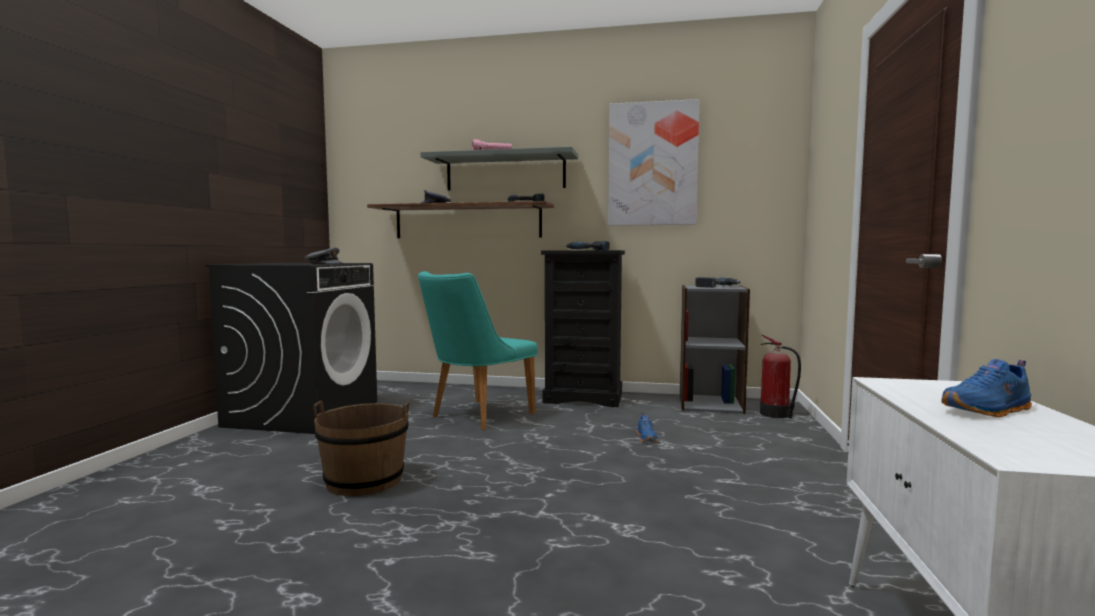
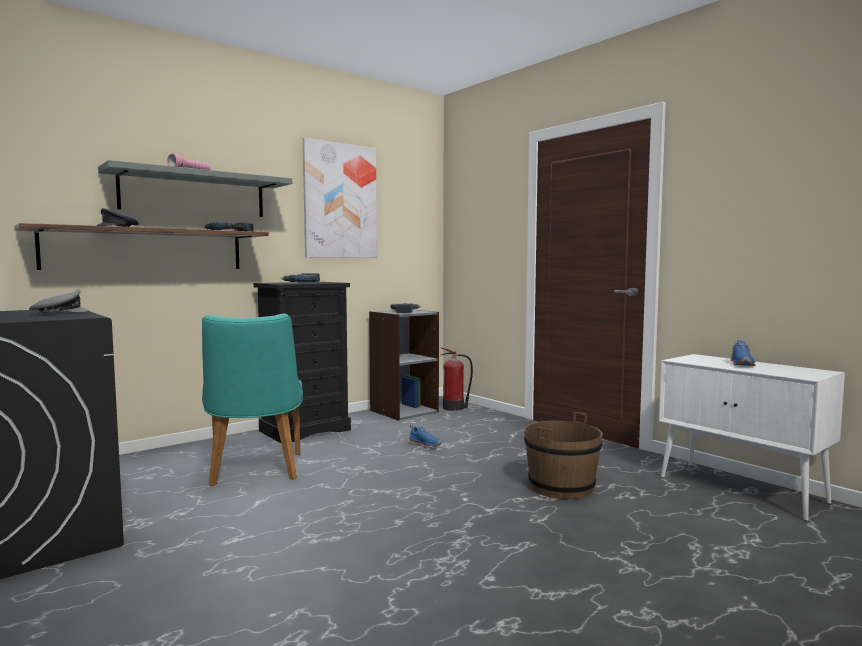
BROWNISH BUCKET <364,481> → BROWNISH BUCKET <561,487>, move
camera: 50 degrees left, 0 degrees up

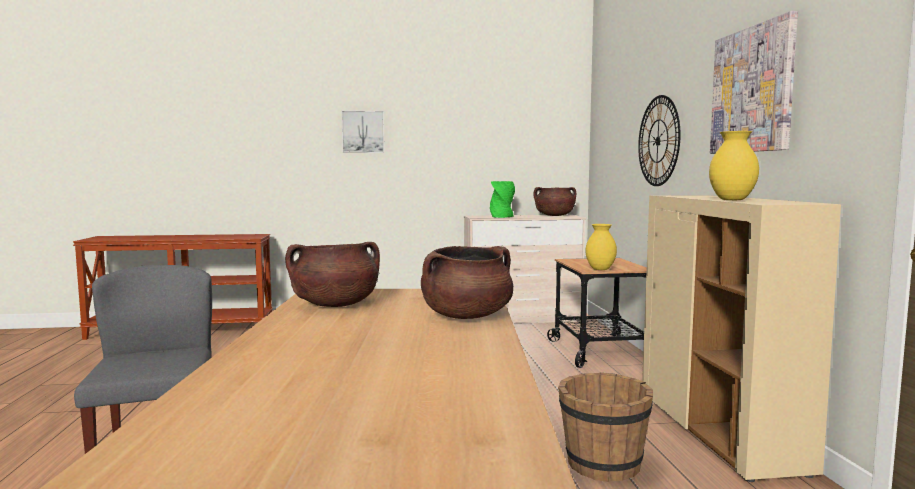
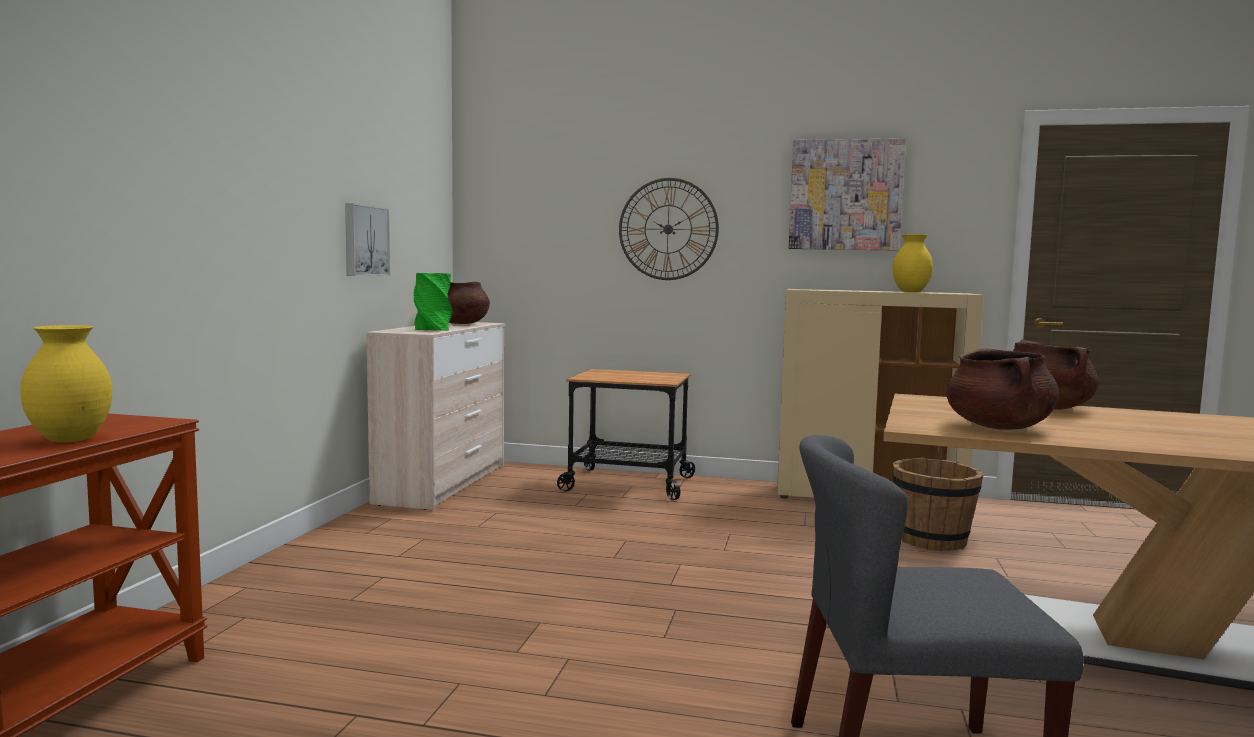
YELLOWISH DECORATIVE VASE <599,269> → YELLOWISH DECORATIVE VASE <69,440>, move
WALL PICTURE <363,132> → WALL PICTURE <364,241>, move
camera: 70 degrees left, 0 degrees up

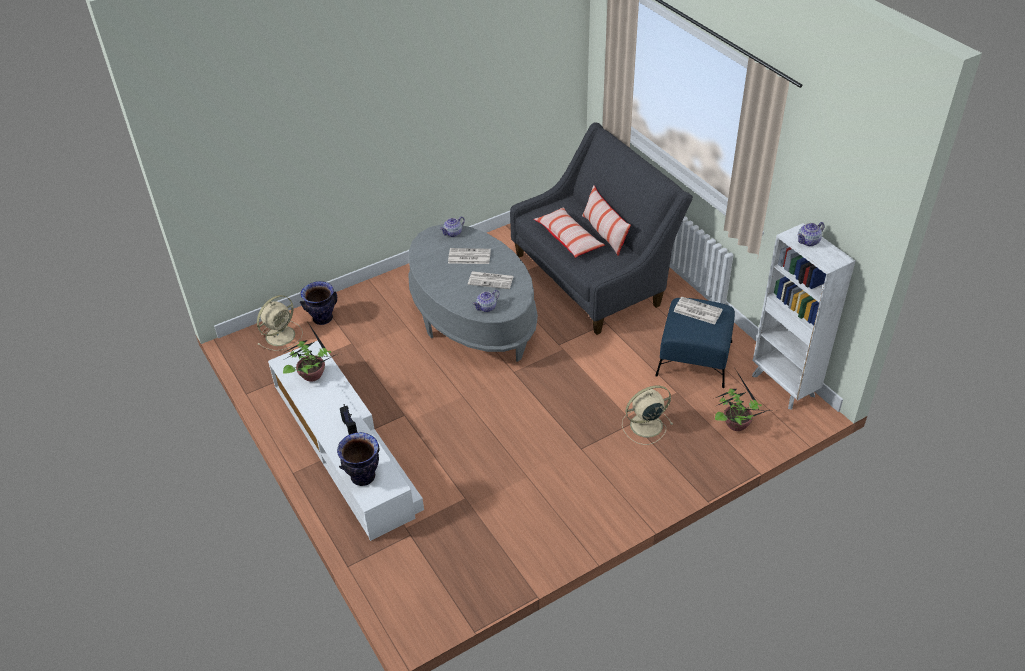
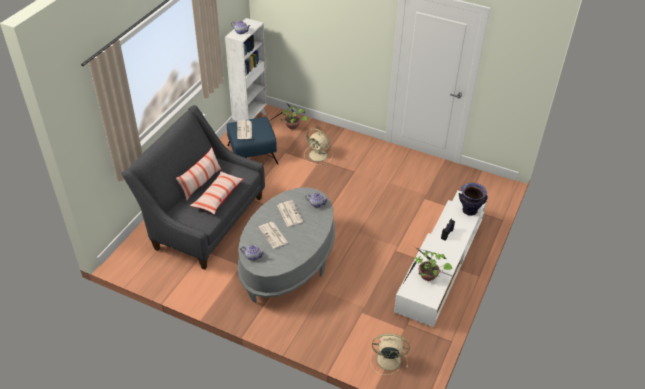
DECORATIVE VASE <322,318> → -
camera: 125 degrees left, 0 degrees up

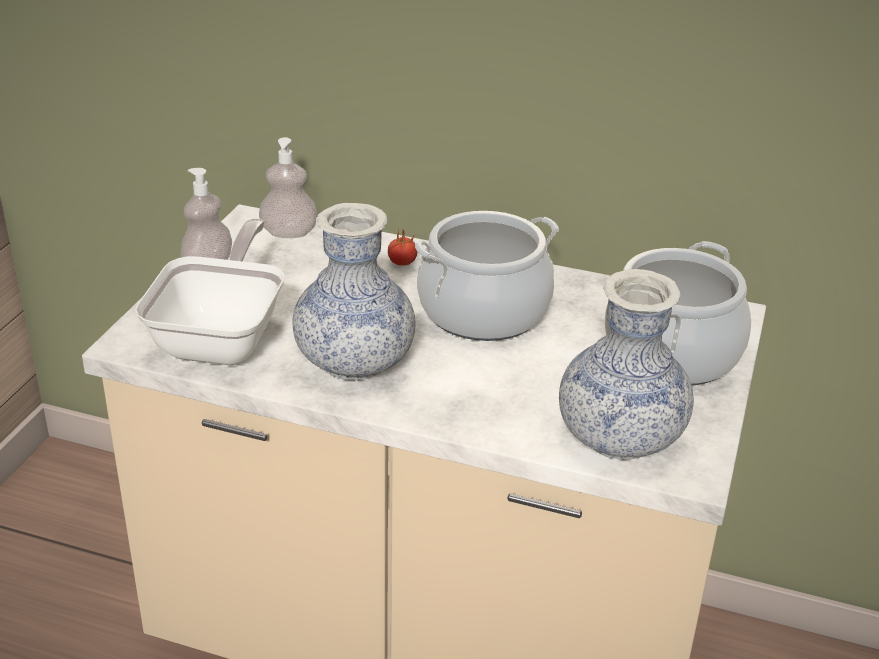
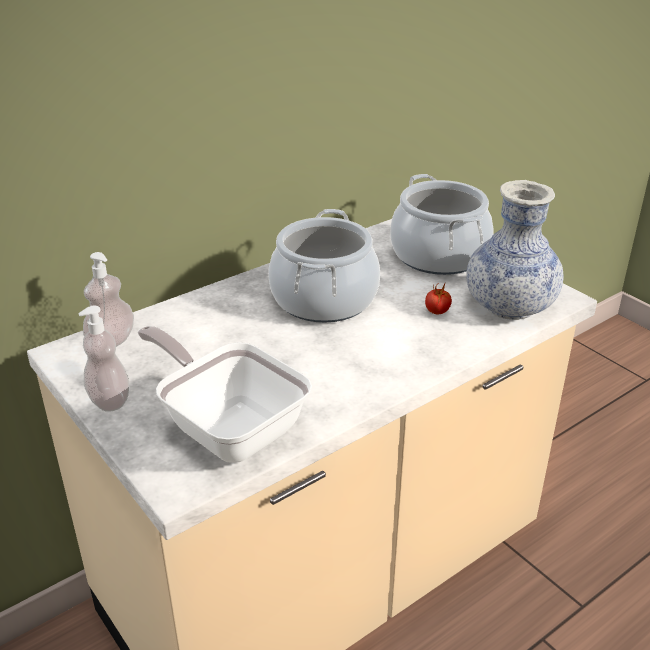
WHOLE TOMATO <402,263> → WHOLE TOMATO <437,312>, move
DECORATIVE VASE <354,362> → -
camera: 55 degrees left, 0 degrees up

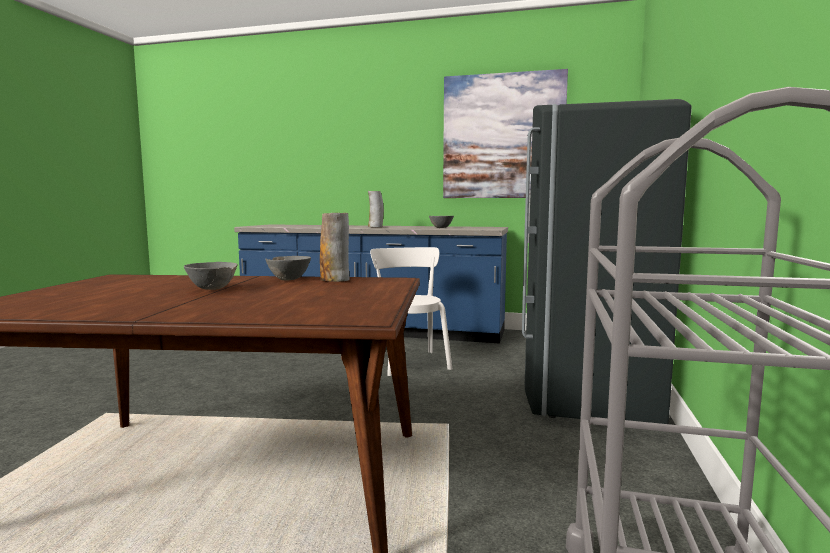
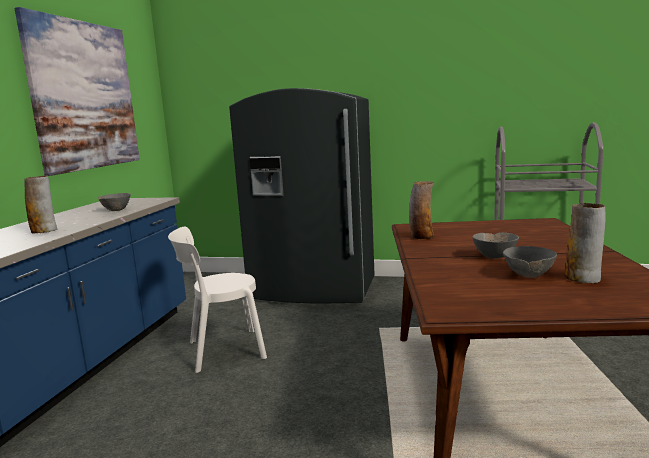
GRAY DEEP DISH <288,279> → GRAY DEEP DISH <528,276>, move
- → DECORATIVE VASE <583,278>
camera: 90 degrees left, 5 degrees up

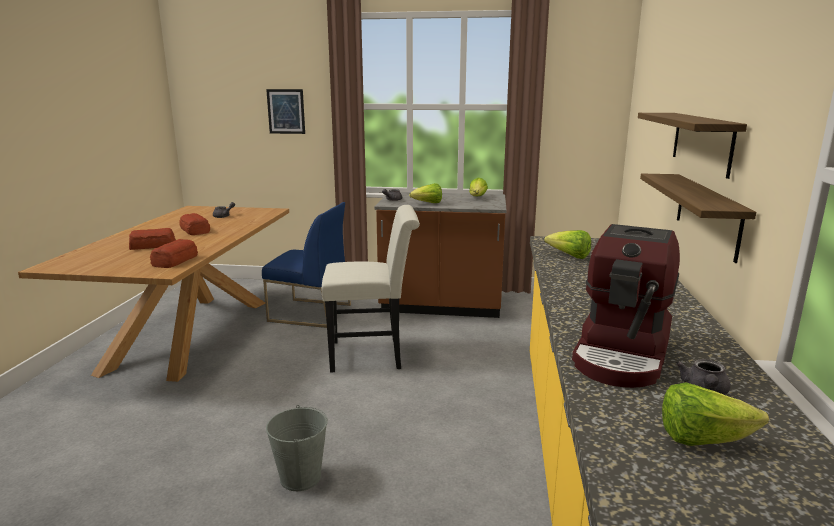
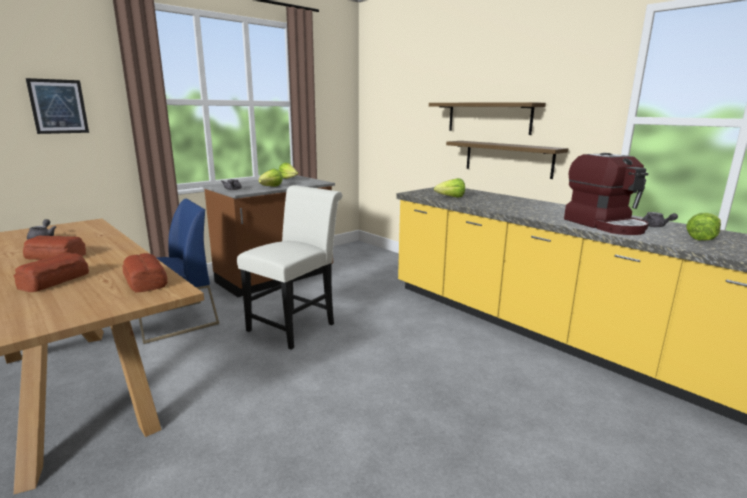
GRAY BUCKET <300,477> → -
camera: 50 degrees left, 0 degrees up

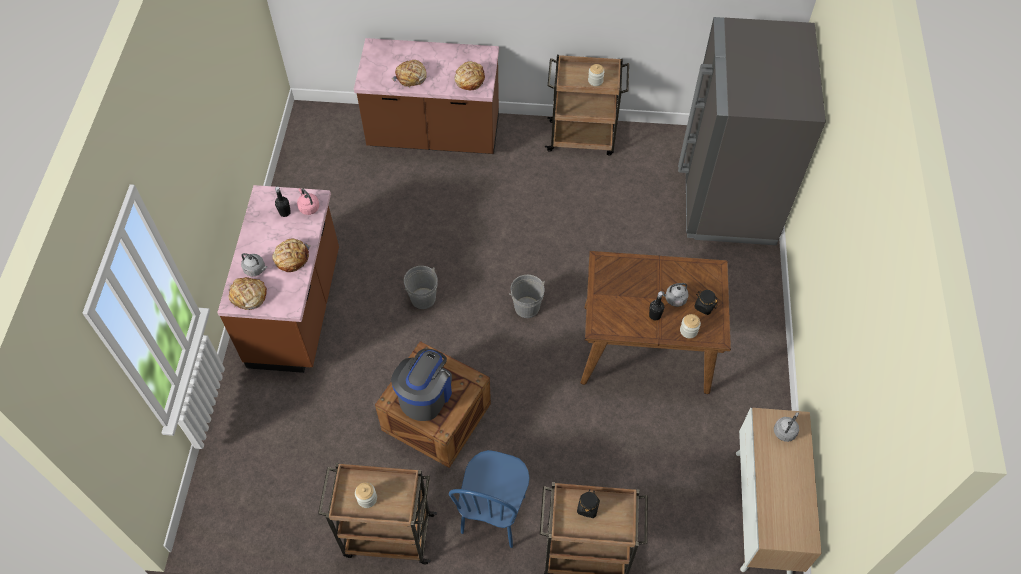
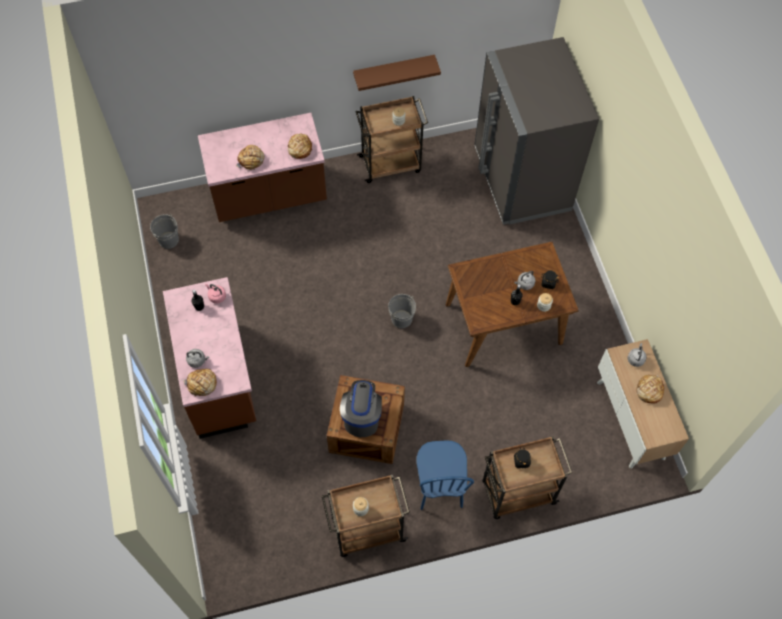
GRAY BUCKET <423,298> → GRAY BUCKET <169,240>, move
- → BROWNISH BRACKET SHELF <394,70>
BAKED BREAD <291,258> → BAKED BREAD <649,390>, move
camera: 20 degrees left, 5 degrees up

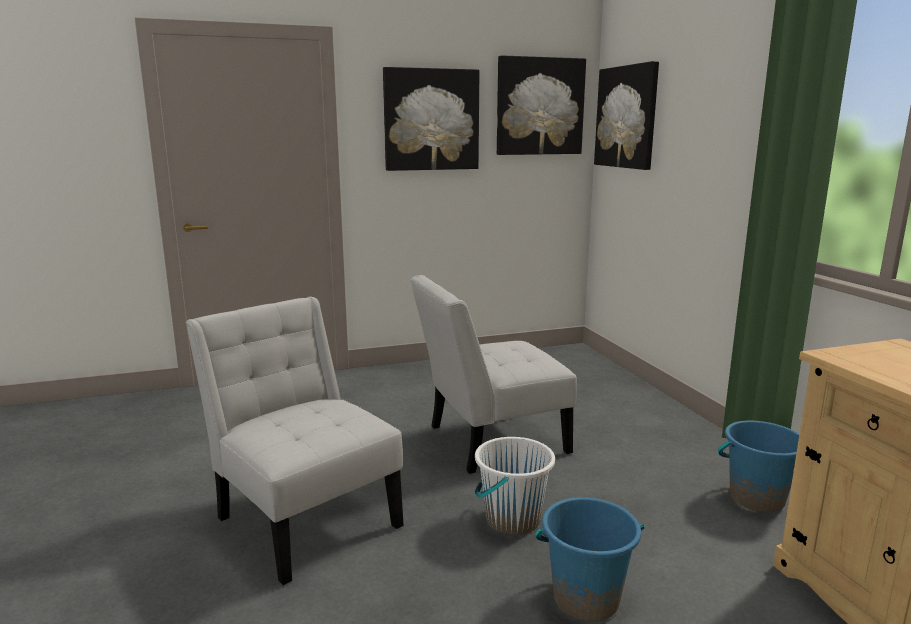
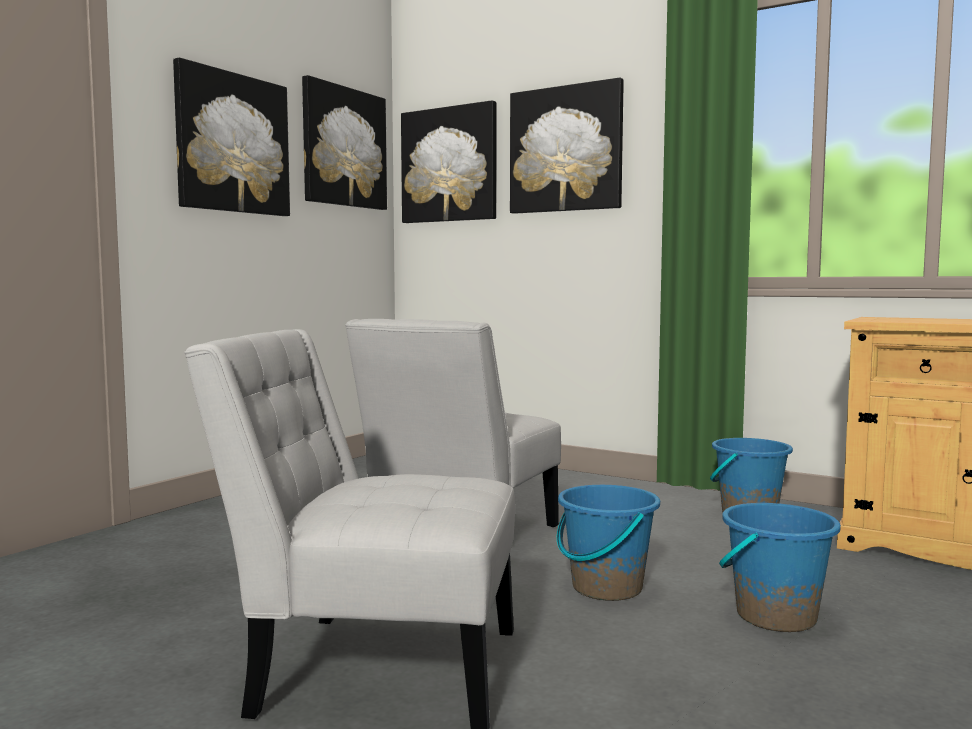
- → WALL PICTURE <566,149>
WHITE BUCKET <512,519> → BLUE BUCKET <606,588>
camera: 40 degrees left, 10 degrees down

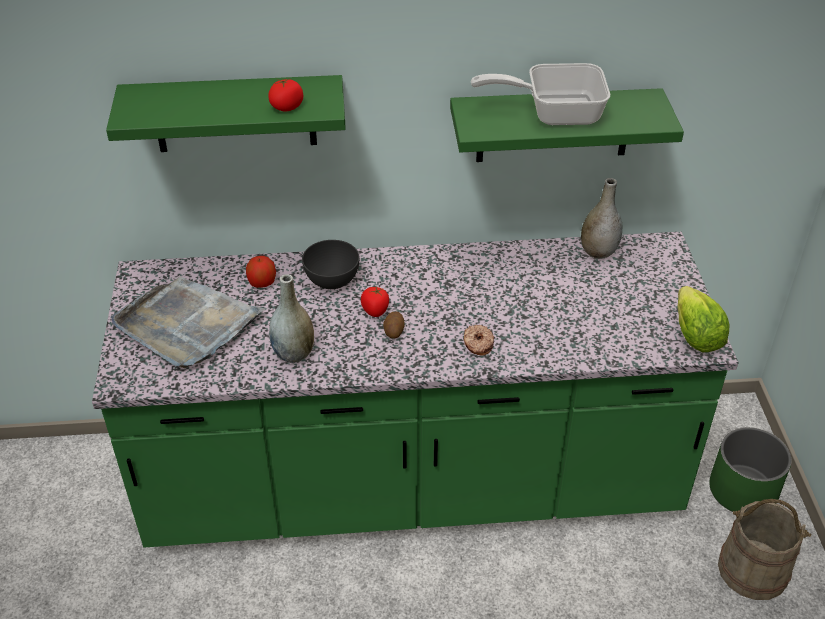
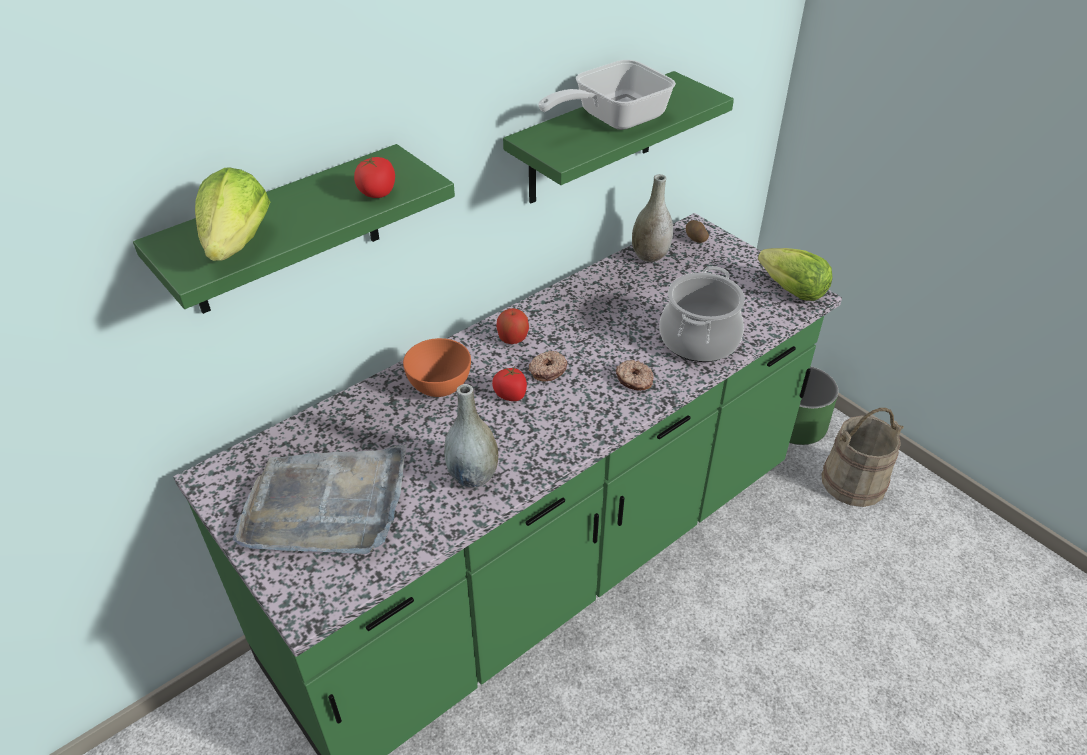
- → LETTUCE <238,244>
GRAY DEEP DISH <332,280> → ORANGE-COLOURED DEEP DISH <439,386>
APPLE FRUIT <262,283> → APPLE FRUIT <512,339>, move
- → RING DOUGHNUT <547,370>
- → STOCKPOT <698,339>
POTATO <393,331> → POTATO <695,238>, move
camera: 35 degrees left, 0 degrees up

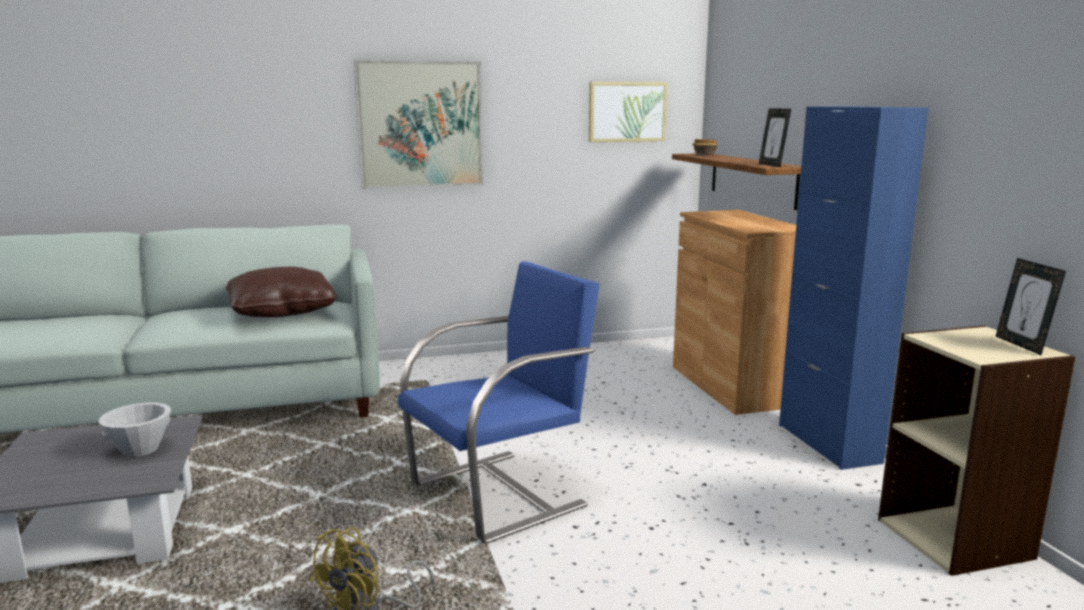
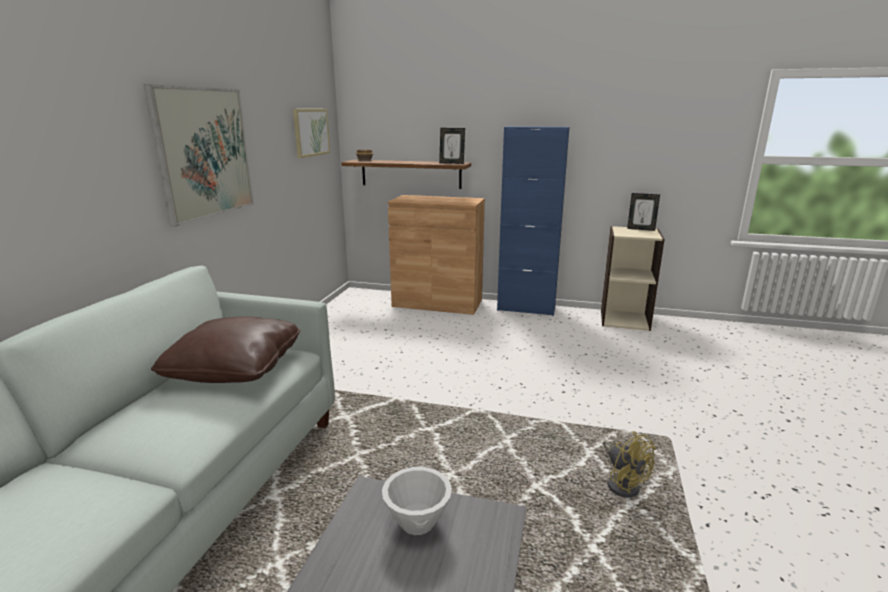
BLUE ARMCHAIR <499,493> → -
camera: 60 degrees left, 5 degrees up

